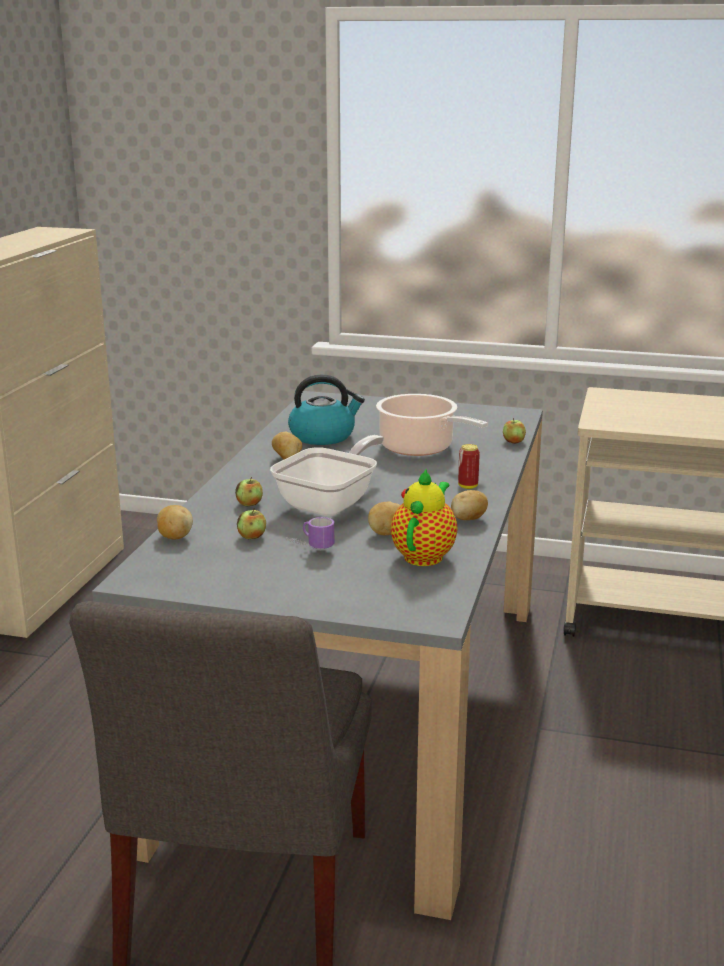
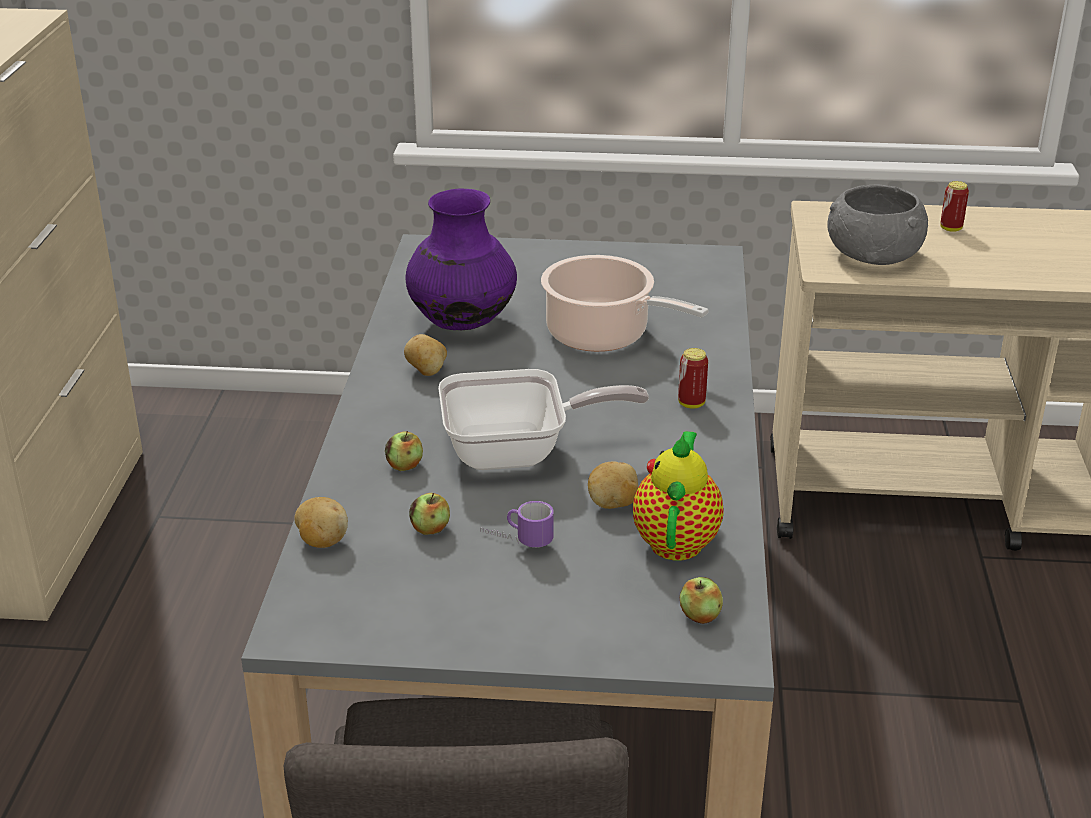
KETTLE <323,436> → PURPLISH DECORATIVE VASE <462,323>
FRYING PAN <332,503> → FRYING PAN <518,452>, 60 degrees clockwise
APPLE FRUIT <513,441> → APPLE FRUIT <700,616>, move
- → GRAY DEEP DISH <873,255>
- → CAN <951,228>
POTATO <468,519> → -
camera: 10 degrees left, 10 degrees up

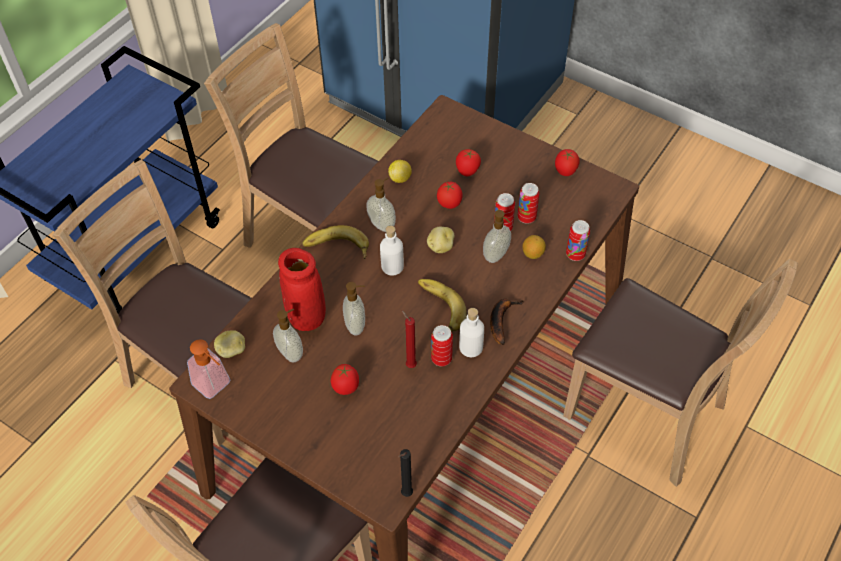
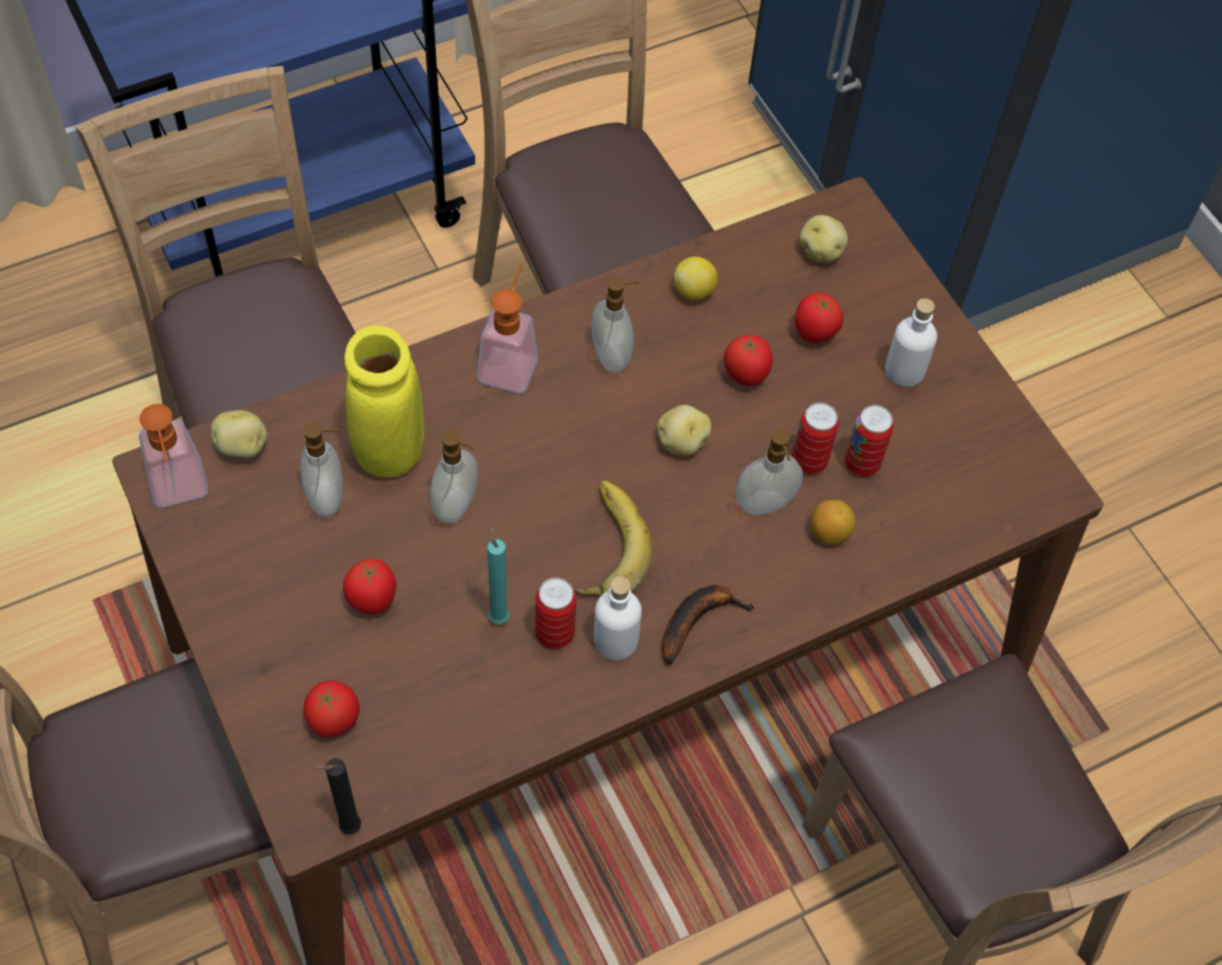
WHOLE TOMATO <565,172> → WHOLE TOMATO <334,721>, move
RED-COLOURED DECORATIVE VASE <306,316> → YELLOWISH DECORATIVE VASE <390,449>
WHOLE BANANA <336,249> → LIQUID SOAP BOTTLE <511,361>
RED-COLOURED WAX LIGHT <409,364> → TURQUOISE-COLOURED WAX LIGHT <497,616>
- → POTATO <821,251>
WHITE BOTTLE <392,266> → WHITE BOTTLE <904,370>, move
CAN <575,254> → -
camera: 25 degrees right, 5 degrees up

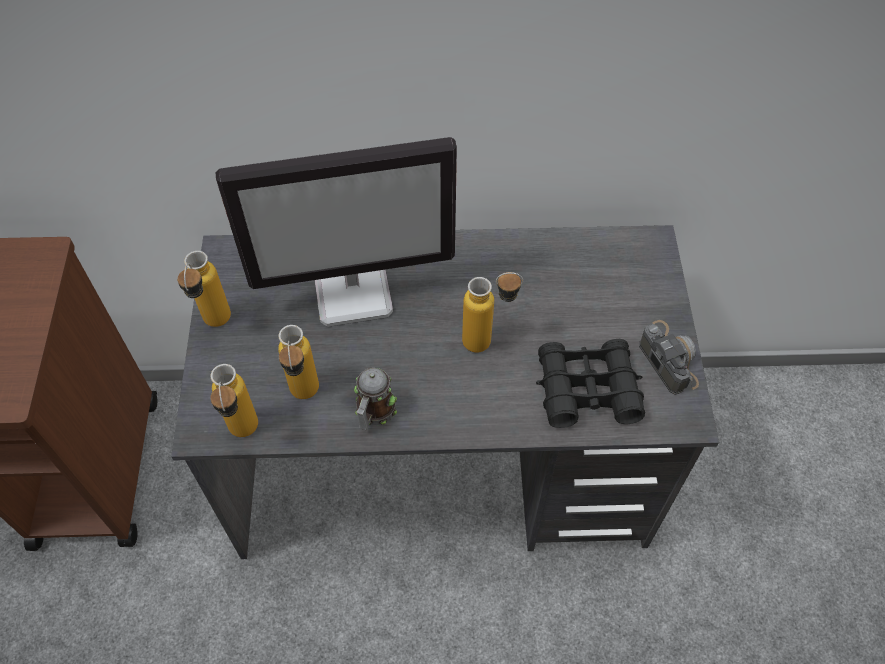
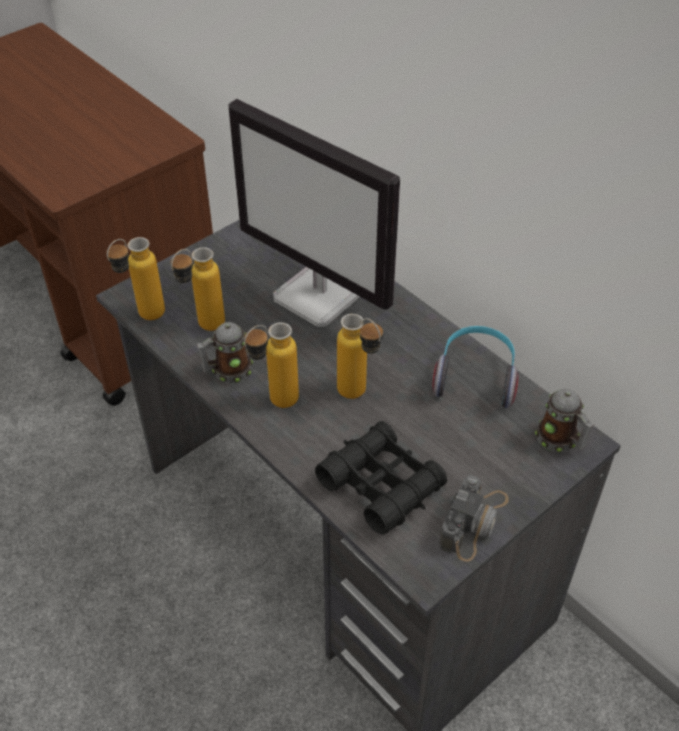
BOTTLE <215,326> → BOTTLE <274,404>, move
- → HEADPHONES <476,376>
- → TEA MUG <560,440>
camera: 50 degrees right, 10 degrees down

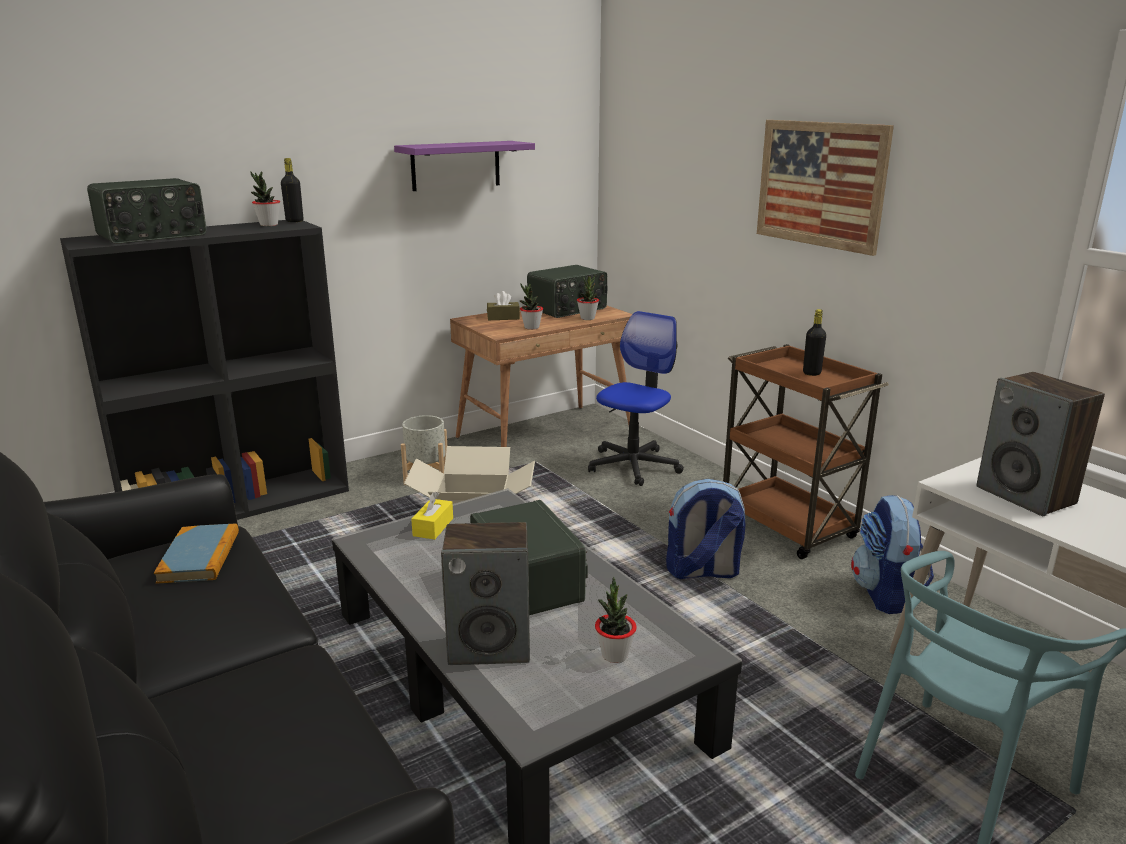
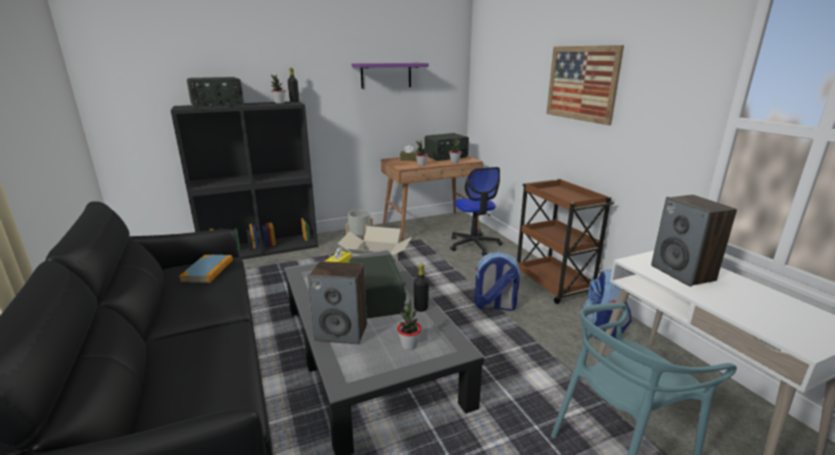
BLACK BOTTLE <811,373> → BLACK BOTTLE <421,308>, move
DESK CHAIR <633,465> → DESK CHAIR <474,245>, 120 degrees clockwise
camera: 10 degrees right, 0 degrees up

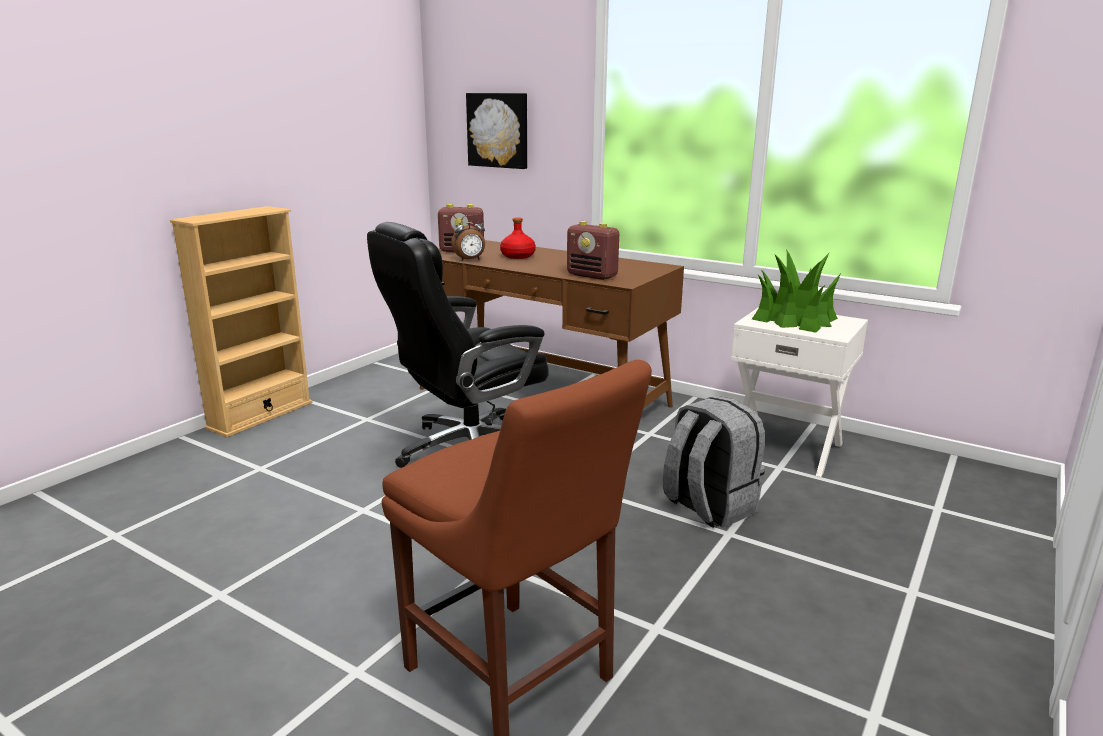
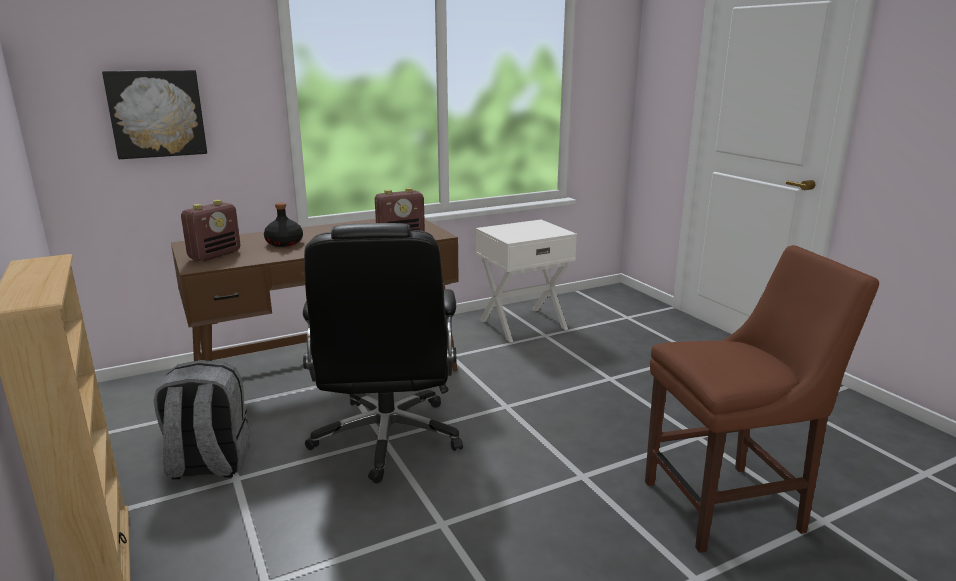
GRAY RUCKSACK <708,507> → GRAY RUCKSACK <208,464>, move
RED-COLOURED BOTTLE <517,256> → BLACK BOTTLE <284,243>
ALARM CLOCK <470,260> → -
POTTED PLANT <794,319> → -
camera: 60 degrees left, 0 degrees up

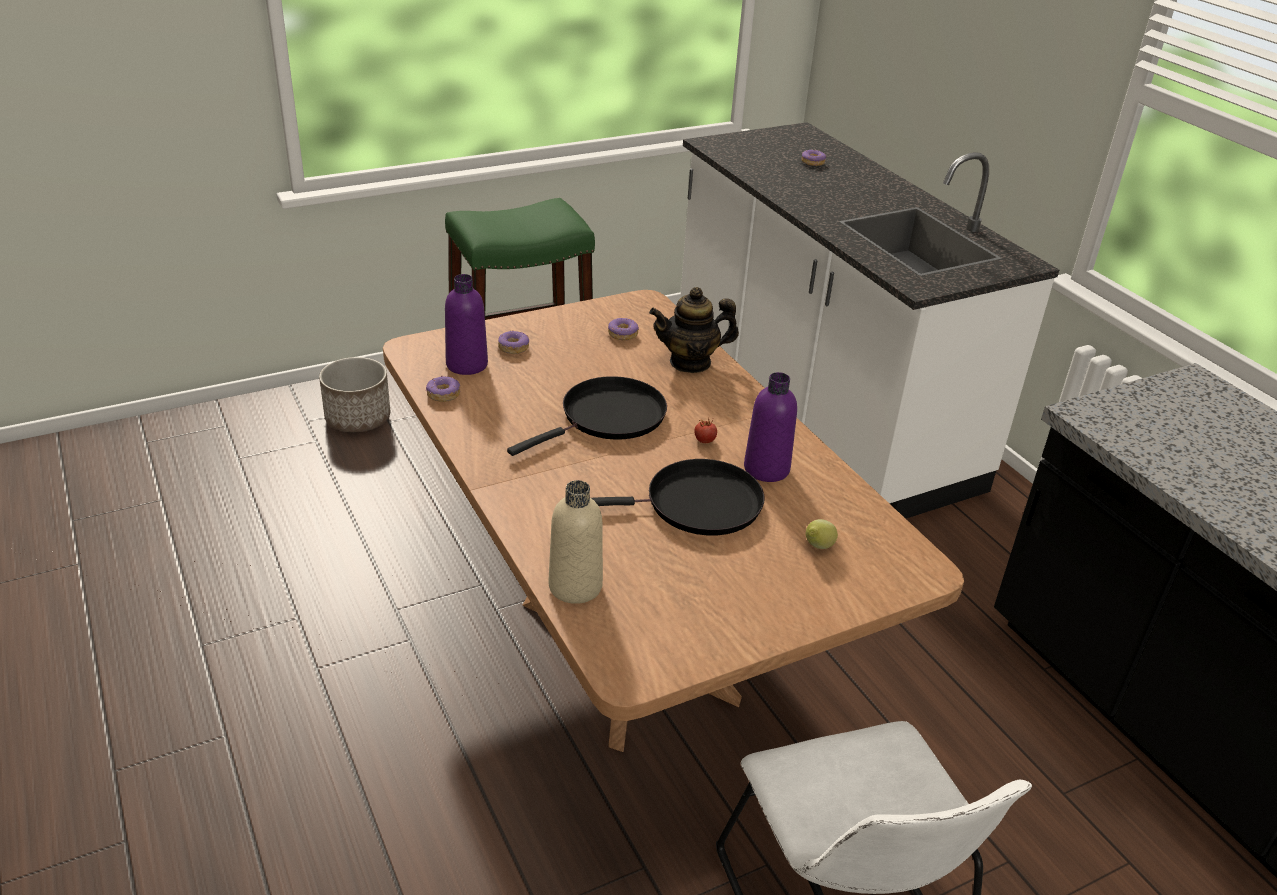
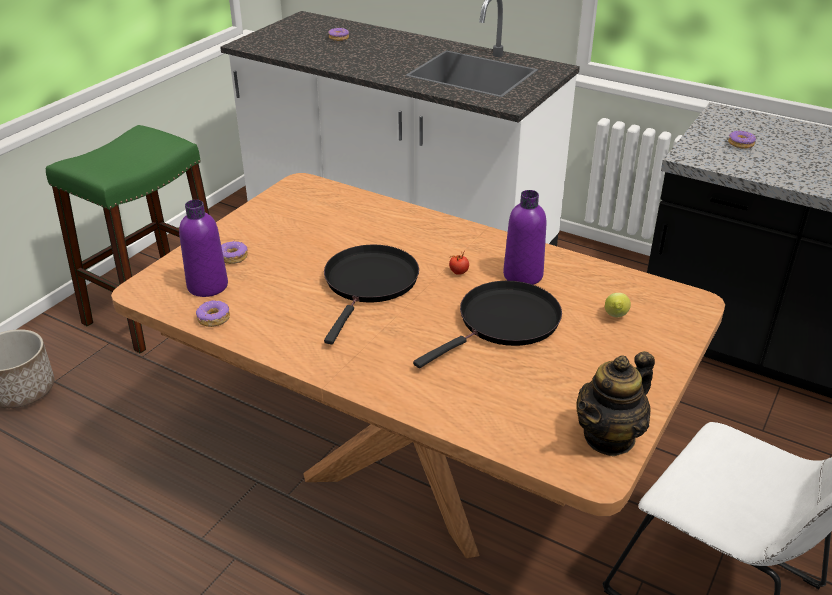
POT FOR TEA <690,362> → POT FOR TEA <609,437>, move
RING DOUGHNUT <623,334> → RING DOUGHNUT <741,144>, move
BEIGE-COLOURED BOTTLE <575,586> → -
camera: 30 degrees left, 0 degrees up

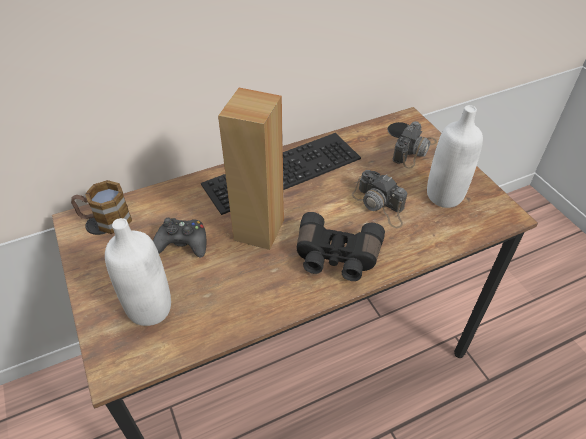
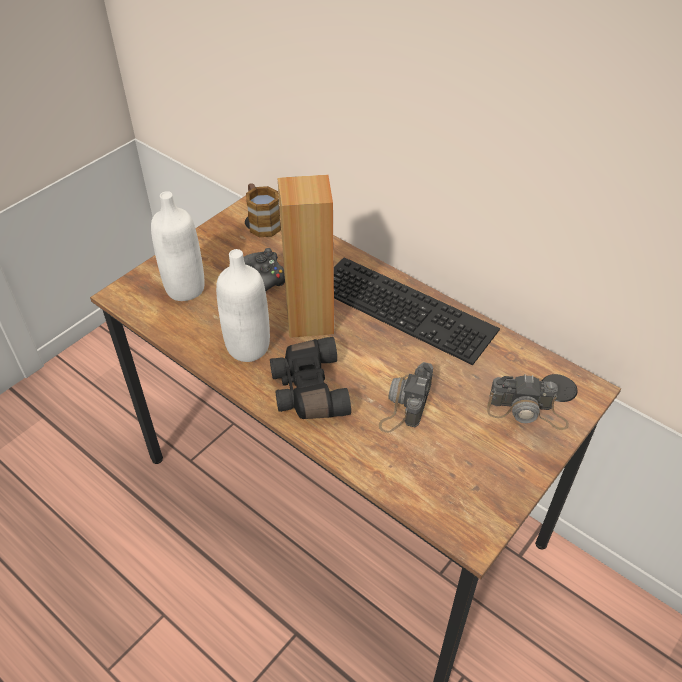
WHITE BOTTLE <444,196> → WHITE BOTTLE <248,347>, move
camera: 65 degrees right, 0 degrees up

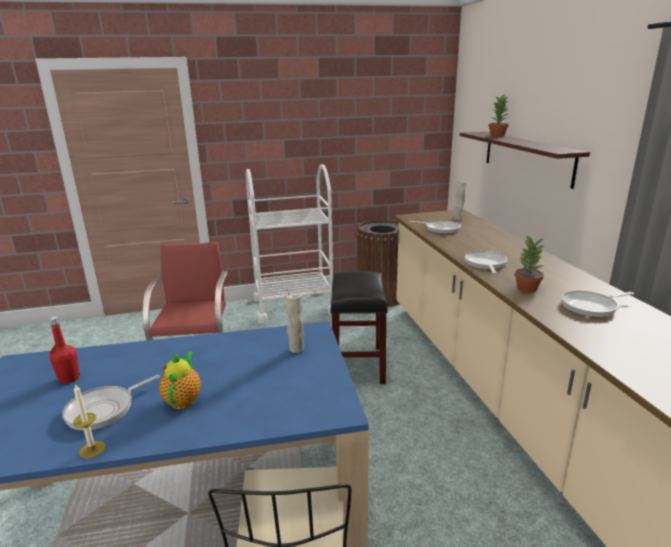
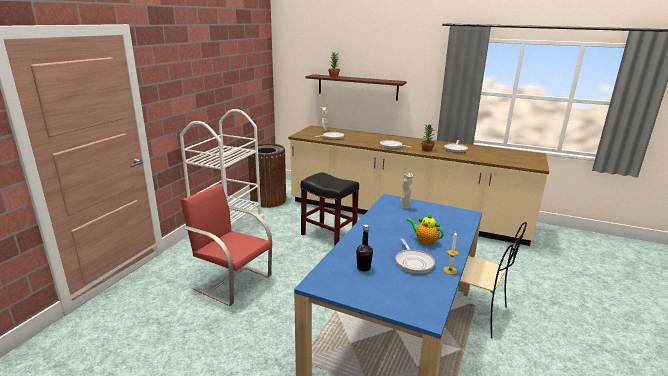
RED-COLOURED BOTTLE <69,378> → BLACK BOTTLE <363,268>
camera: 55 degrees left, 0 degrees up

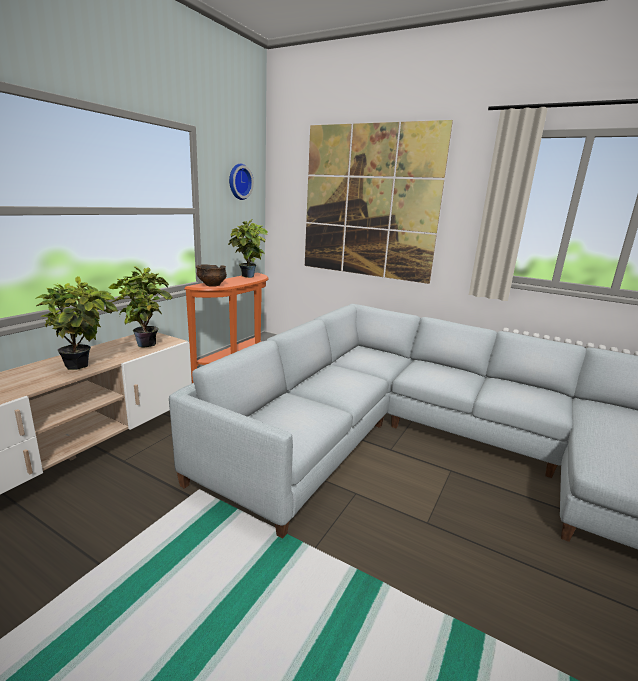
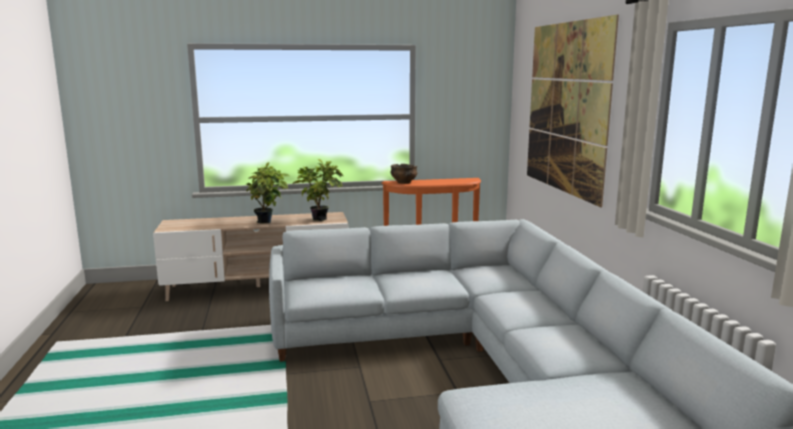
POTTED PLANT <249,277> → -
CLOCK ON THE WALL <238,181> → -
camera: 50 degrees right, 5 degrees down

